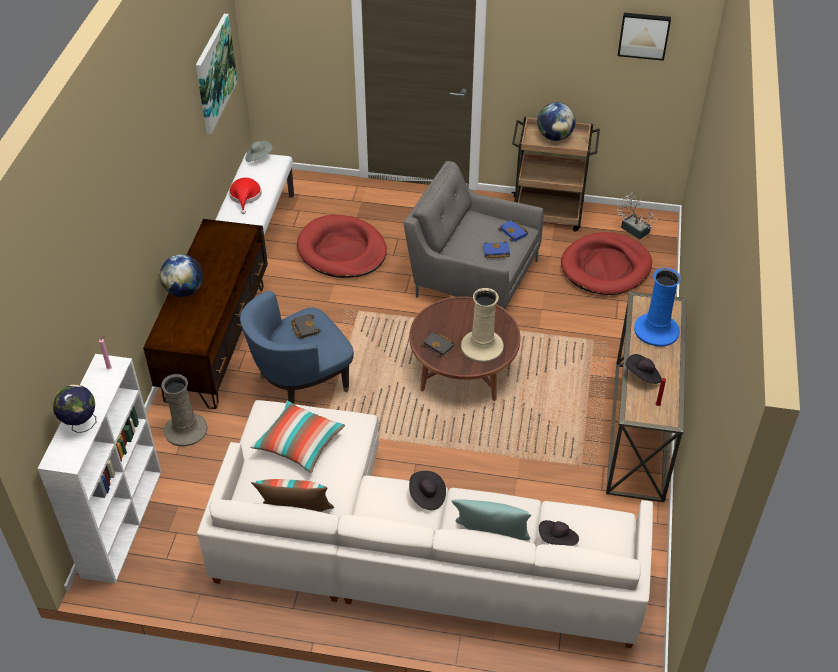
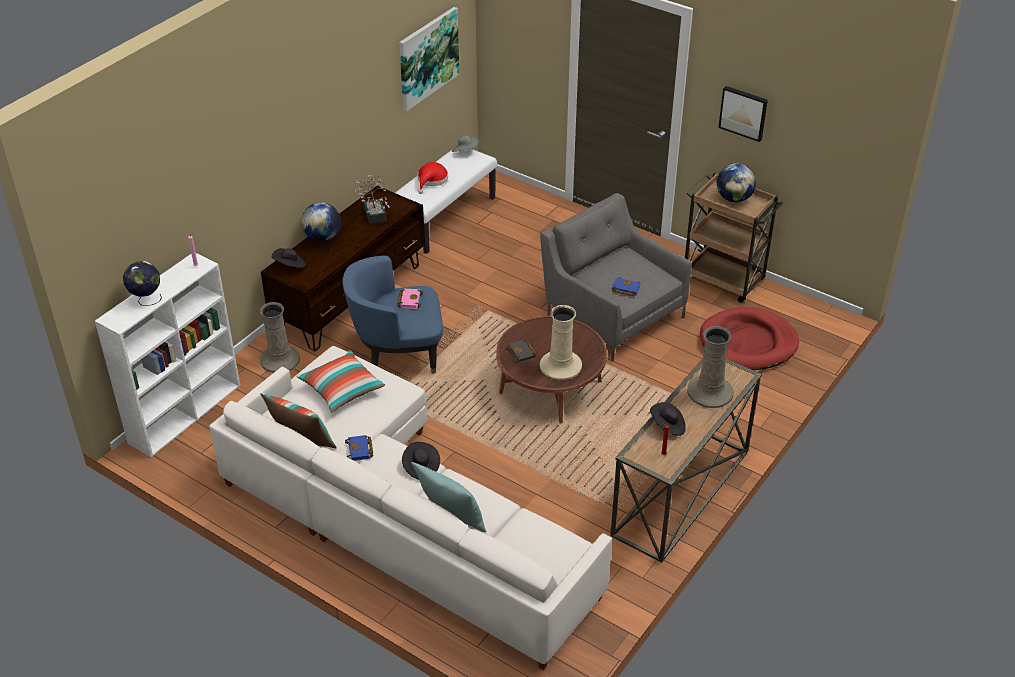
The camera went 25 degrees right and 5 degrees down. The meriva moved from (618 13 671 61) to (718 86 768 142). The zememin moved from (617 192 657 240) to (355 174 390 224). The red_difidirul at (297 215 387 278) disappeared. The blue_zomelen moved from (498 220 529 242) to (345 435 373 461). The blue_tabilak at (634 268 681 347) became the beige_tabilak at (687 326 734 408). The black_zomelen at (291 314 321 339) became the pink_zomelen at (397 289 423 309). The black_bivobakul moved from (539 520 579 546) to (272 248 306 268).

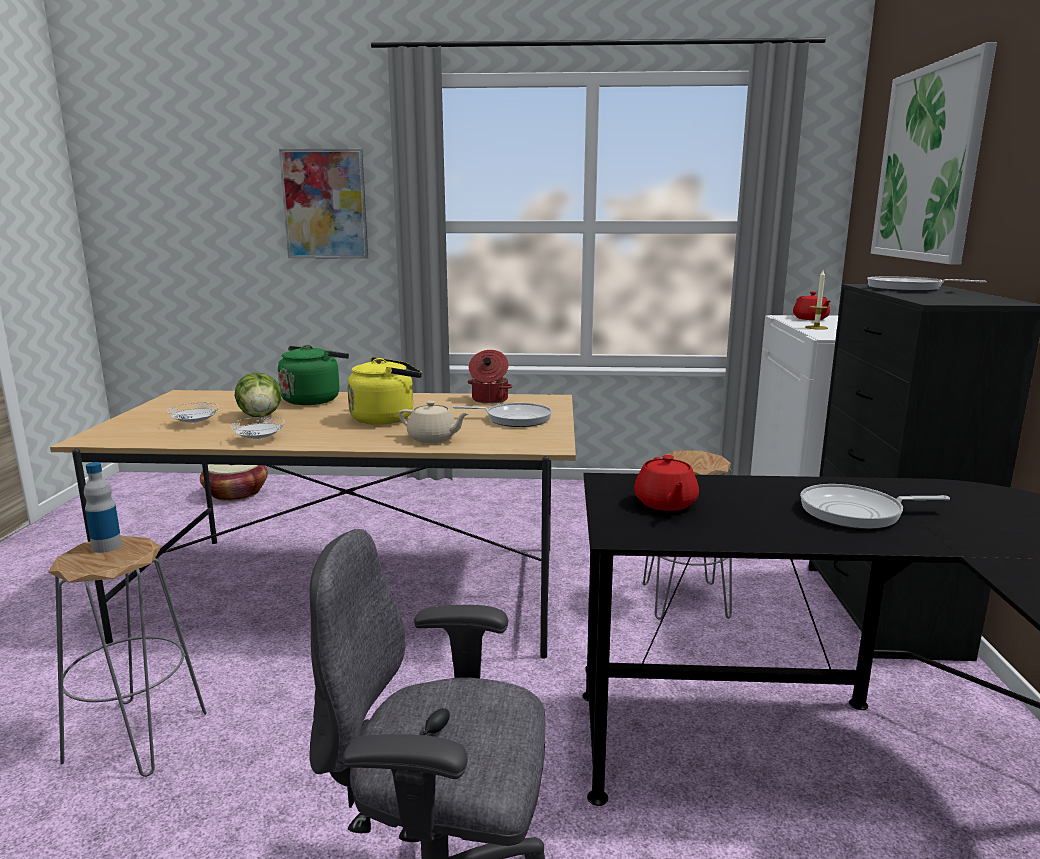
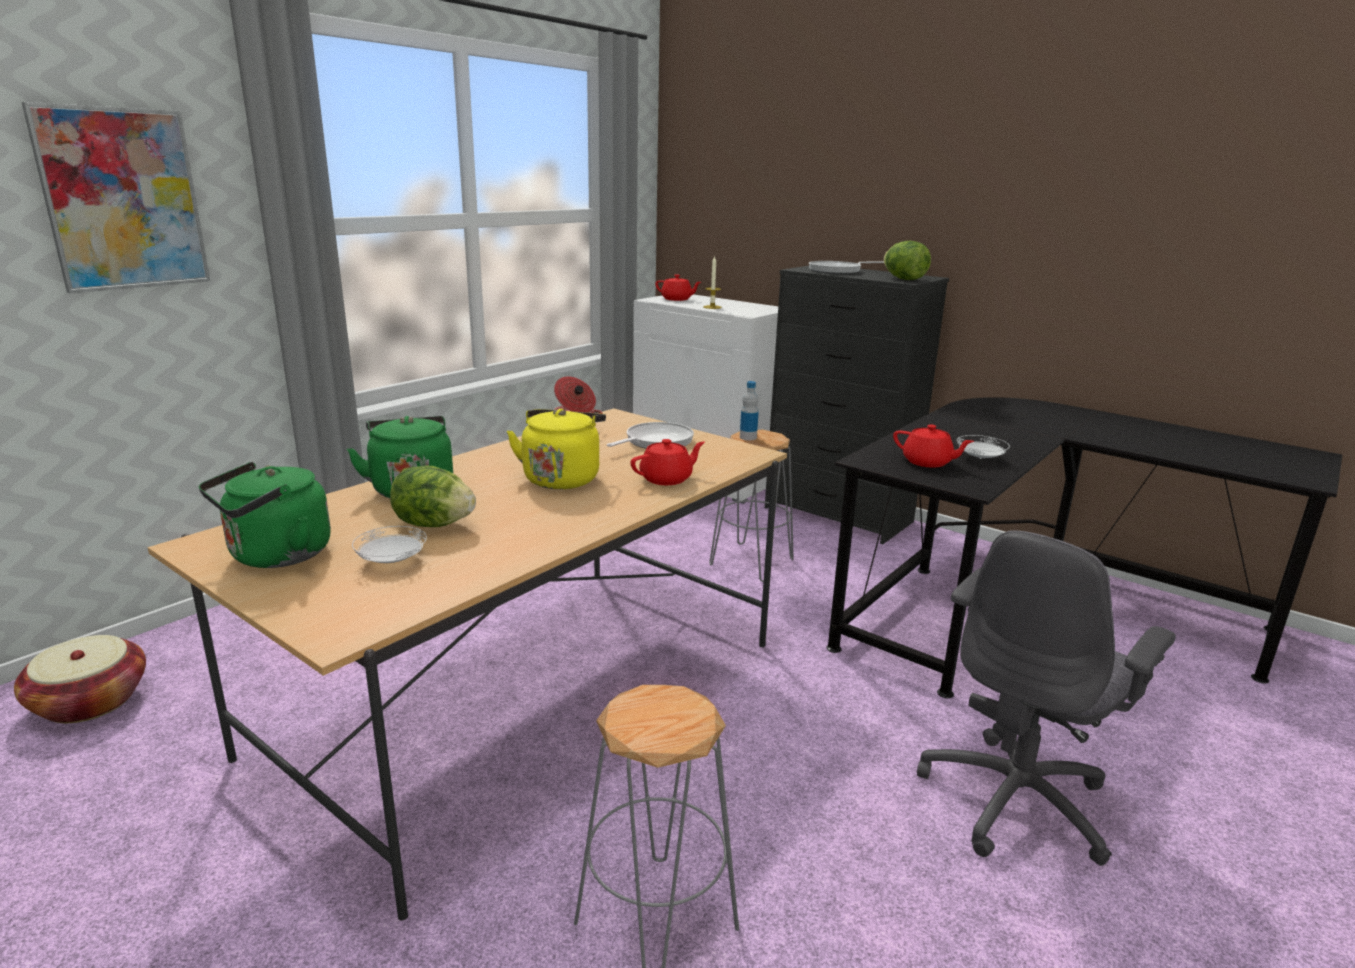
The camera went 55 degrees left and 5 degrees up. The meriva at (871 43 997 265) disappeared. The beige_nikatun at (399 401 469 443) became the red_nikatun at (630 439 705 485). The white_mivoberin moved from (230 417 285 440) to (957 435 1010 459). The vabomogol moved from (84 462 122 553) to (740 381 759 440). The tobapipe at (800 484 950 529) disappeared. The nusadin at (884 241 931 280) appeared. The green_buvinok at (199 462 331 568) appeared.

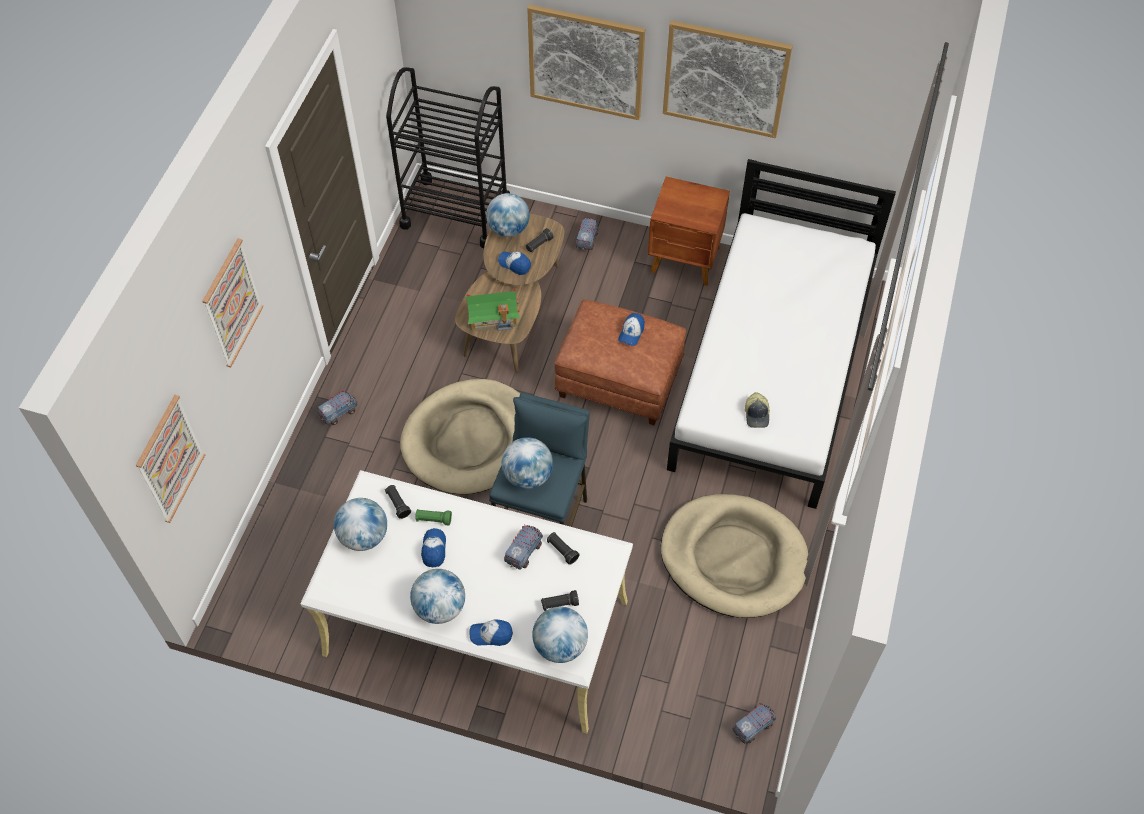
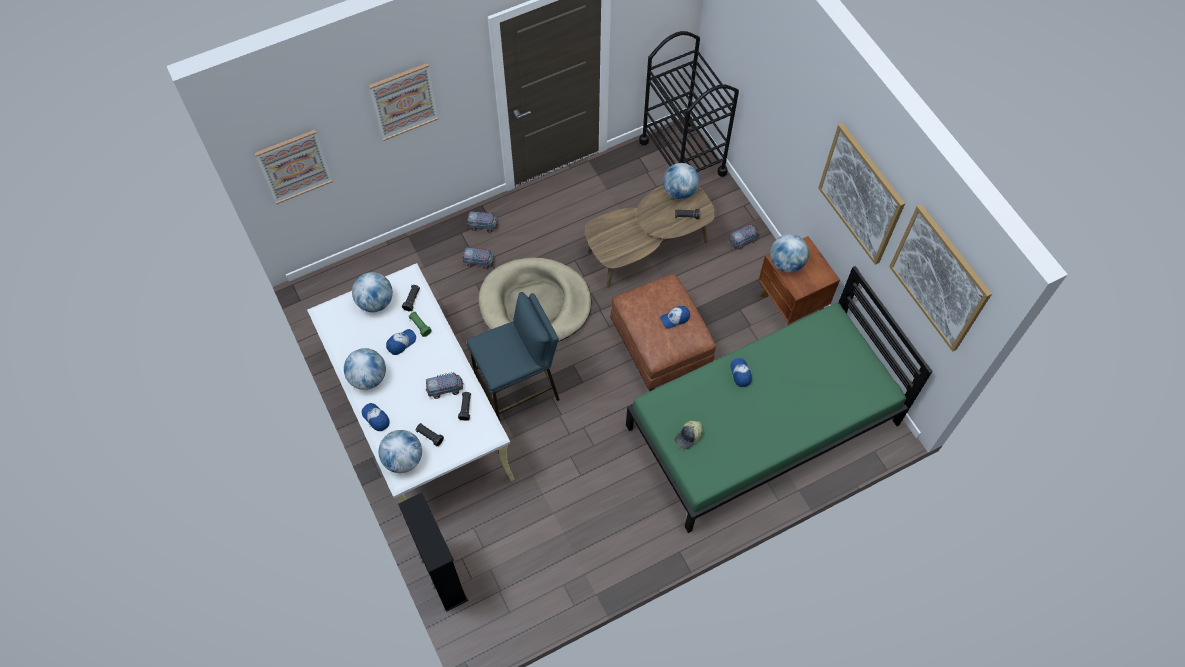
The camera went 45 degrees right and 5 degrees up. The meriva moved from (527 4 645 120) to (889 204 992 351). The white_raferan at (667 159 896 509) became the green_raferan at (626 266 933 533). The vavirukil moved from (498 252 531 275) to (730 358 752 387). The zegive at (464 289 520 331) disappeared. The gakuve moved from (502 437 553 489) to (770 234 809 273). The beige_difidirul at (661 494 808 618) disappeared. The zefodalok moved from (733 703 776 743) to (462 247 495 269). The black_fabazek at (398 493 468 612) appeared.

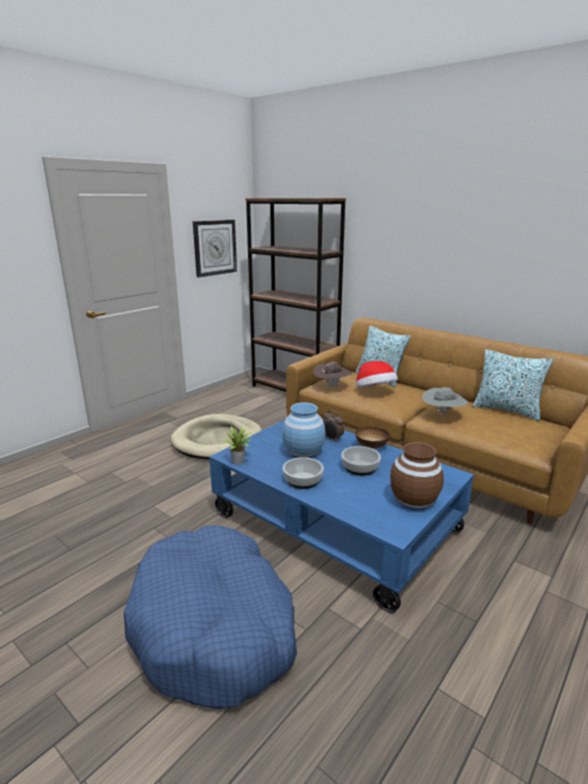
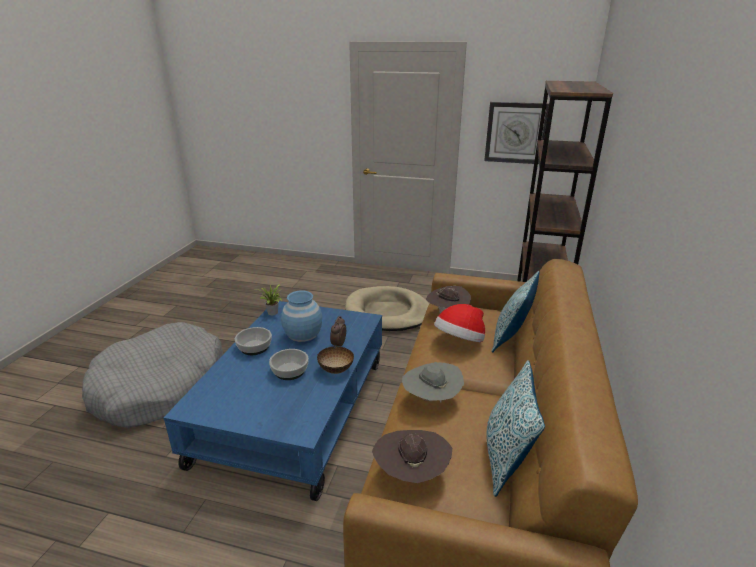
The camera went 65 degrees right and 5 degrees up. The brown_tabilak at (390 442 444 511) disappeared. The blue_difidirul at (124 525 297 709) became the grey_difidirul at (82 322 223 428). The brown_bivobakul at (372 430 452 483) appeared.

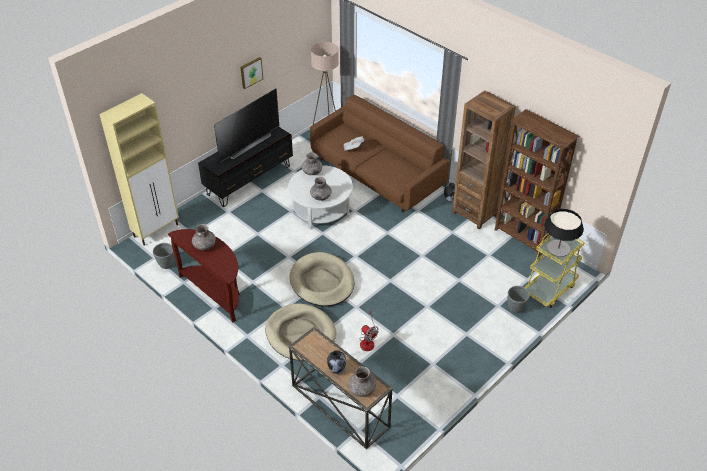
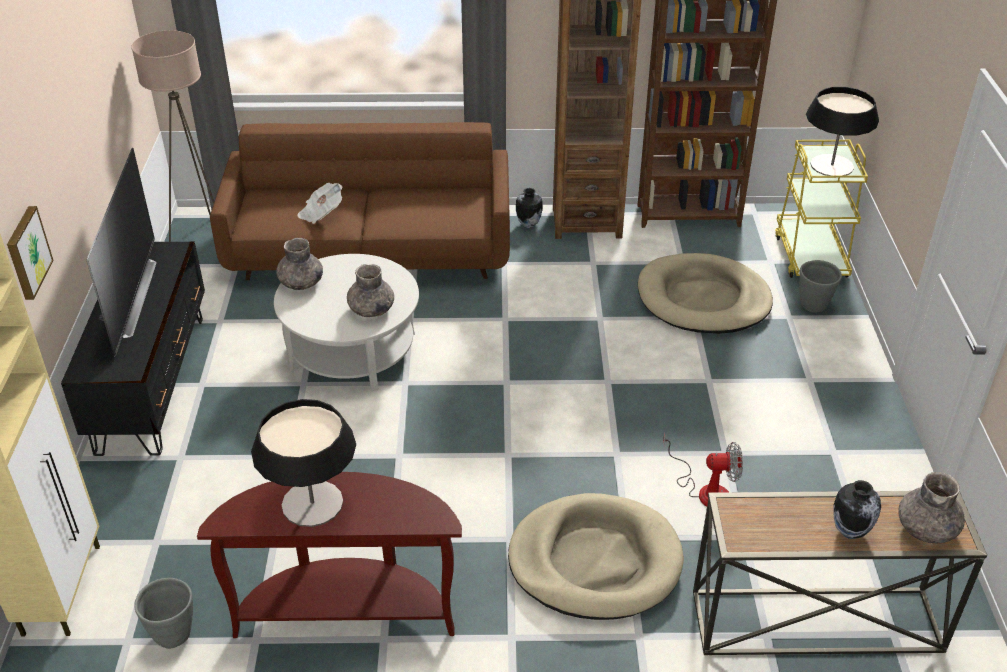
The camera went 45 degrees left and 5 degrees down. The meriva moved from (240 57 263 89) to (7 206 53 300). The grey_tabilak at (192 224 216 250) was replaced by the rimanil at (251 399 356 527). The beige_difidirul moved from (290 252 355 306) to (638 253 773 334).

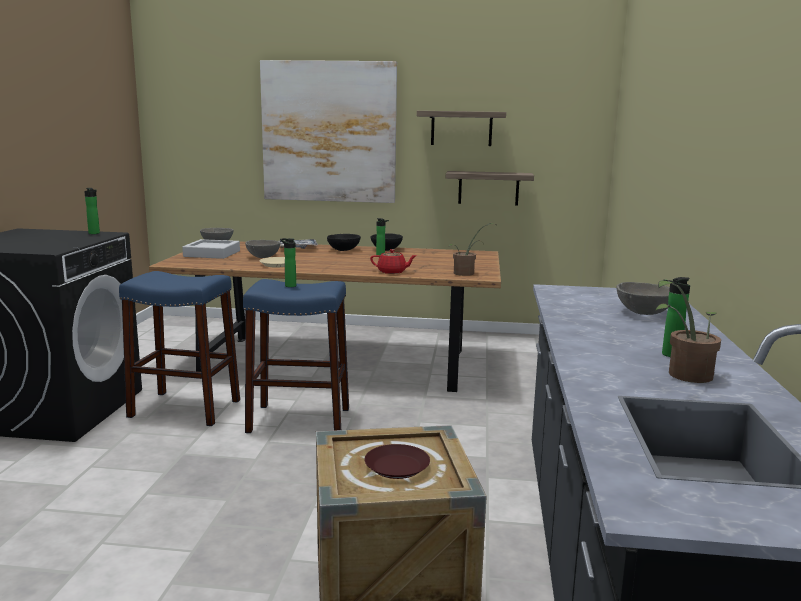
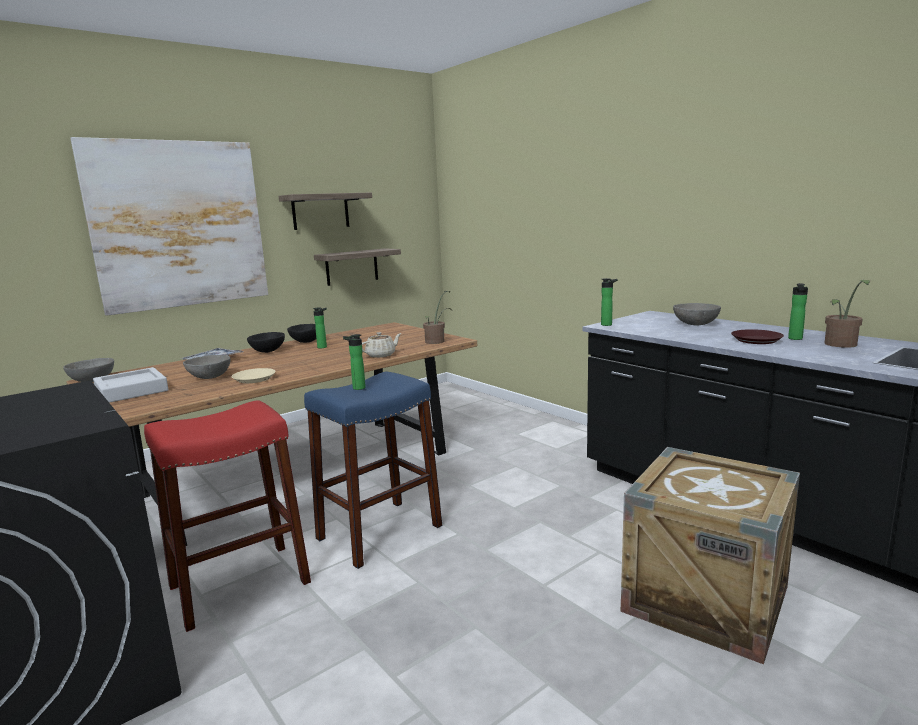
The camera went 45 degrees left and 0 degrees up. The vabomogol moved from (84 188 100 234) to (601 278 618 326). The red_nikatun at (370 249 417 274) became the beige_nikatun at (362 332 401 358). The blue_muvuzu at (119 271 240 426) became the red_muvuzu at (144 400 311 632). The brown_mivoberin moved from (364 444 430 479) to (731 329 784 344).

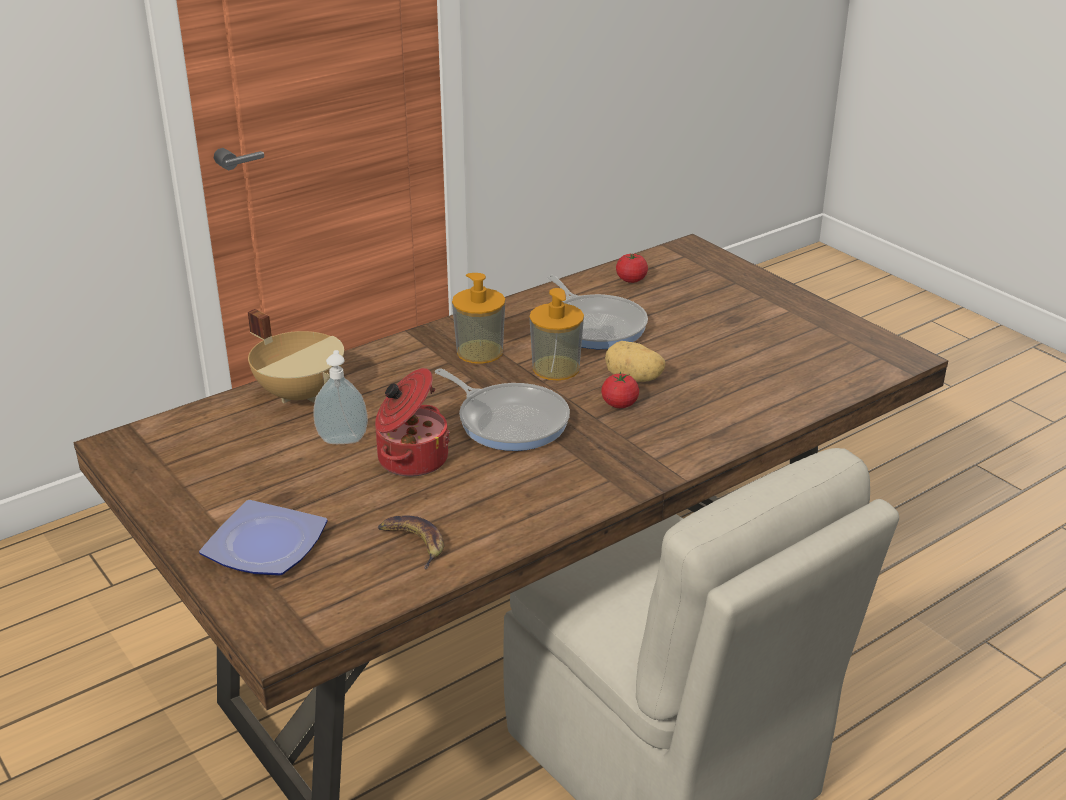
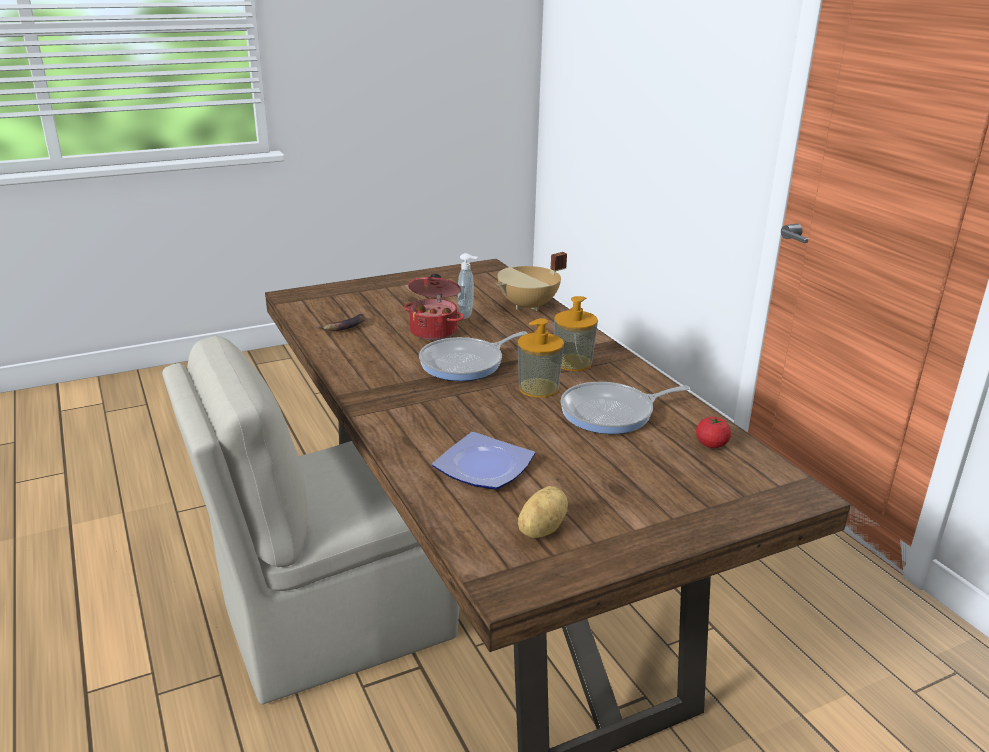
The camera went 100 degrees right and 5 degrees down. The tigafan moved from (605 341 665 382) to (518 486 568 538). The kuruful at (601 372 639 408) disappeared. The mivoberin moved from (199 500 328 576) to (432 432 535 490).

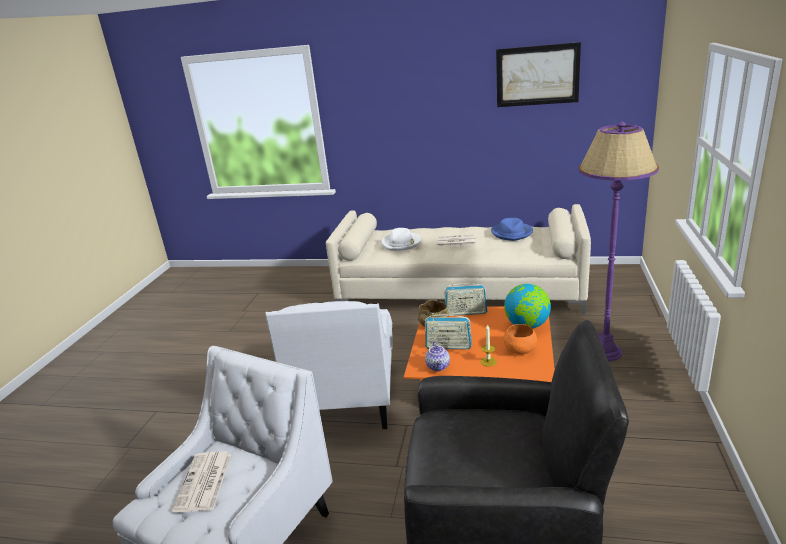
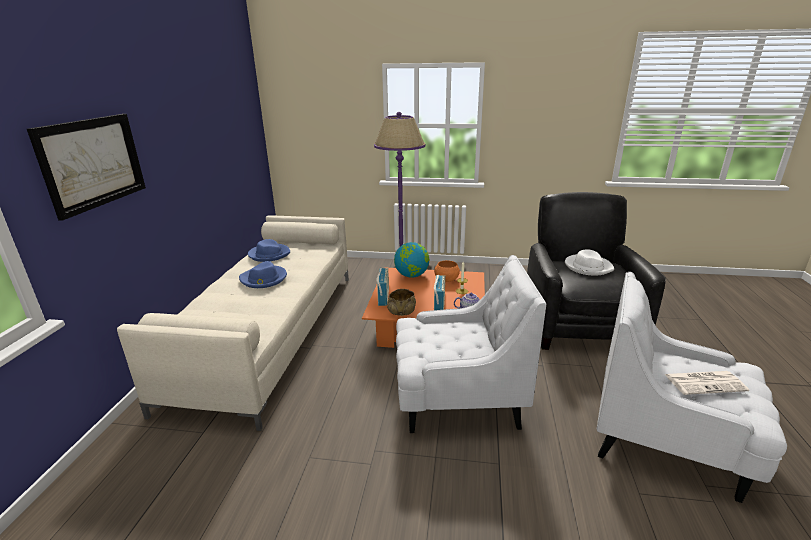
The camera went 95 degrees left and 0 degrees up. The meriva moved from (496 42 581 107) to (27 114 146 221). The white_bivobakul moved from (382 228 422 251) to (565 249 614 276). The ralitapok at (437 234 476 246) was replaced by the blue_bivobakul at (239 261 287 288).

